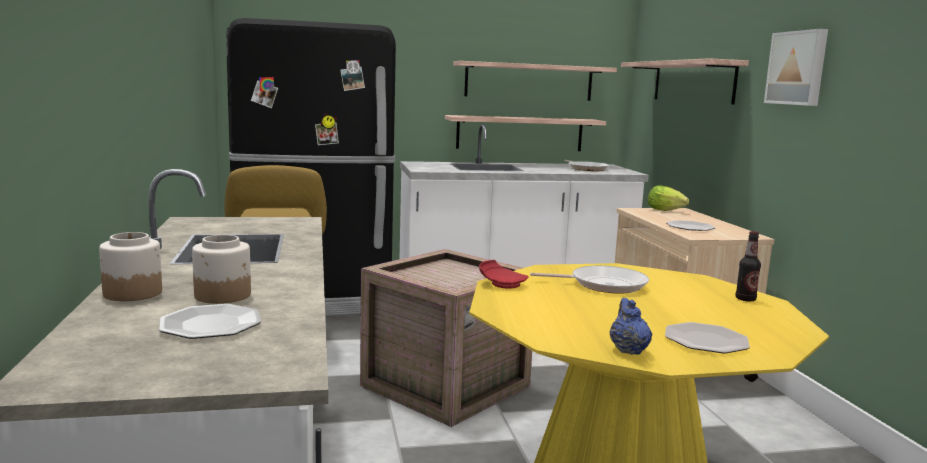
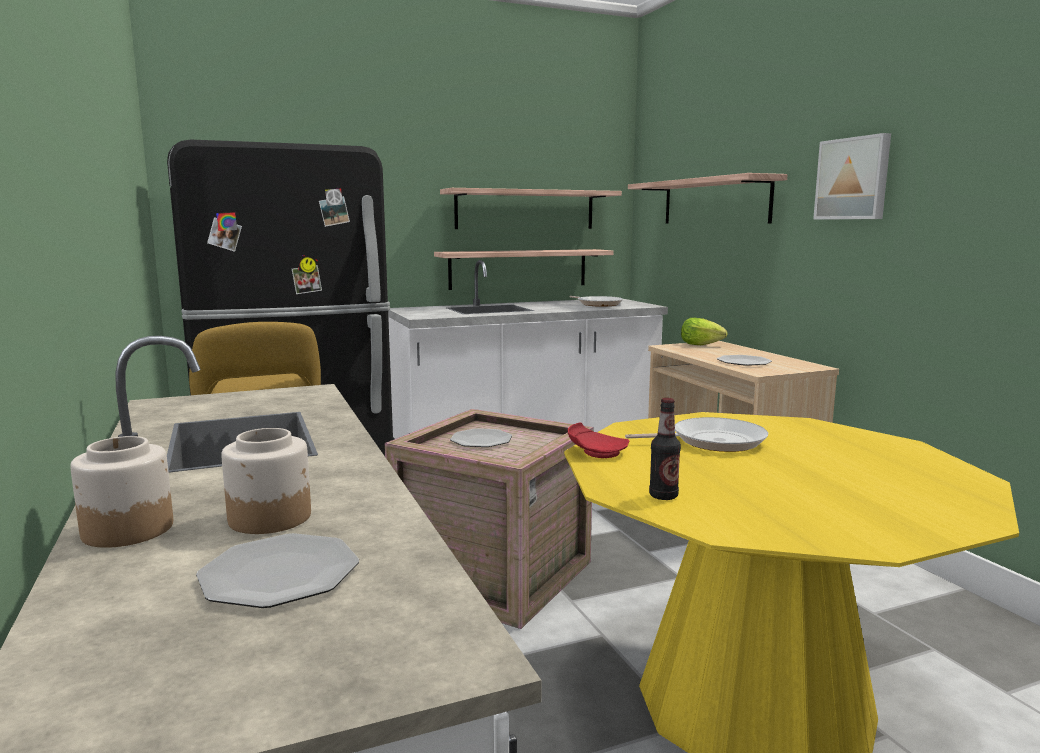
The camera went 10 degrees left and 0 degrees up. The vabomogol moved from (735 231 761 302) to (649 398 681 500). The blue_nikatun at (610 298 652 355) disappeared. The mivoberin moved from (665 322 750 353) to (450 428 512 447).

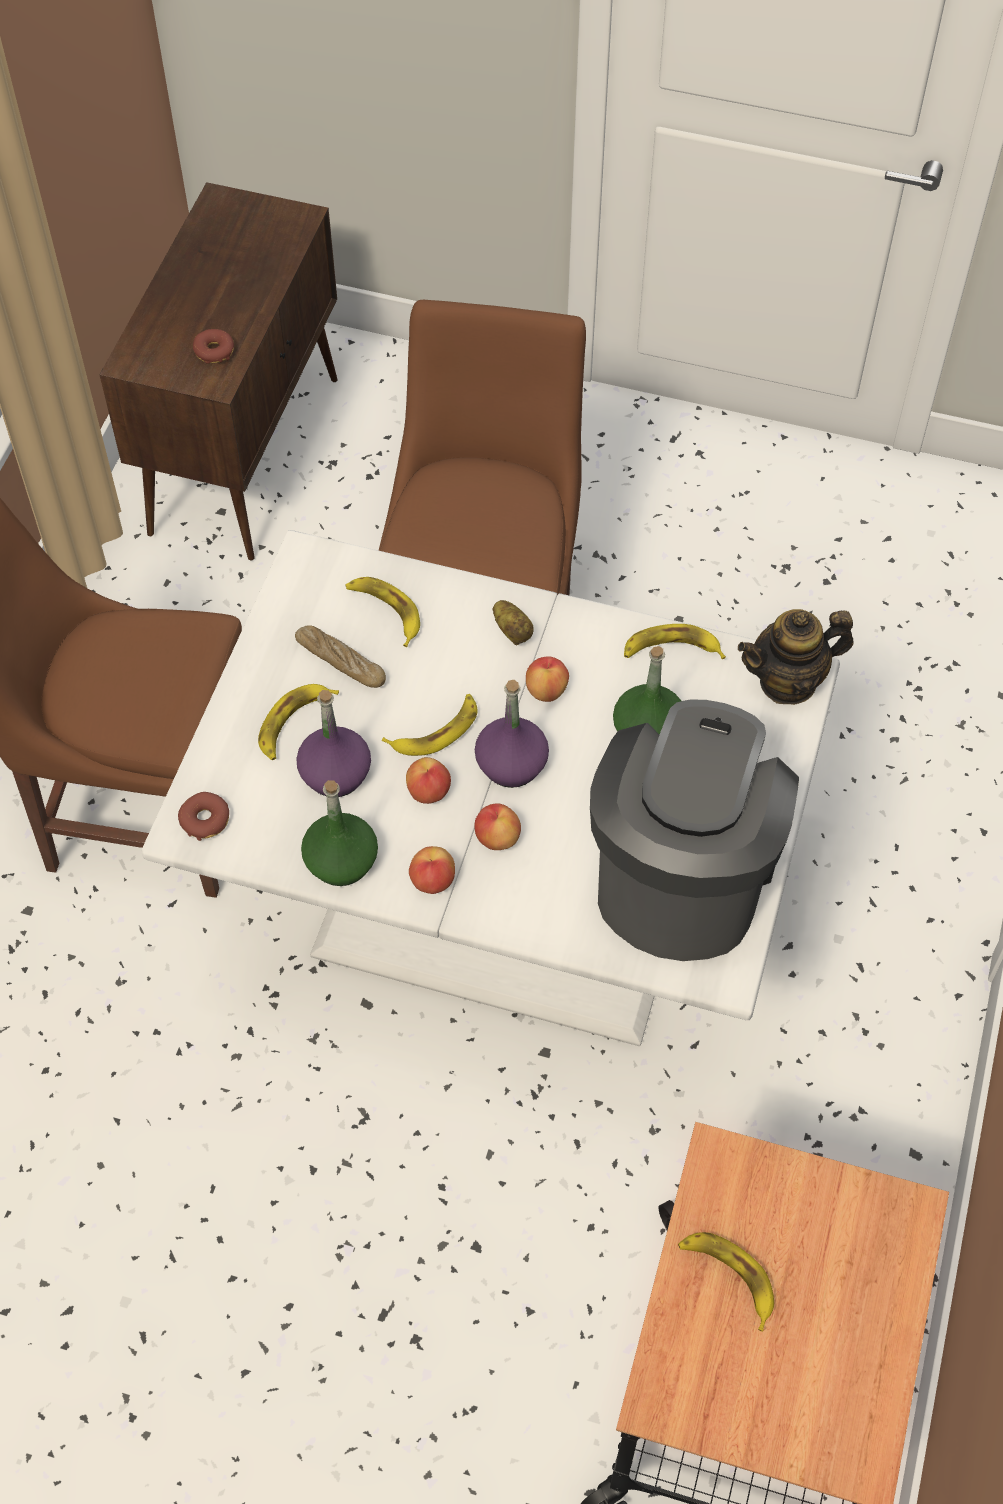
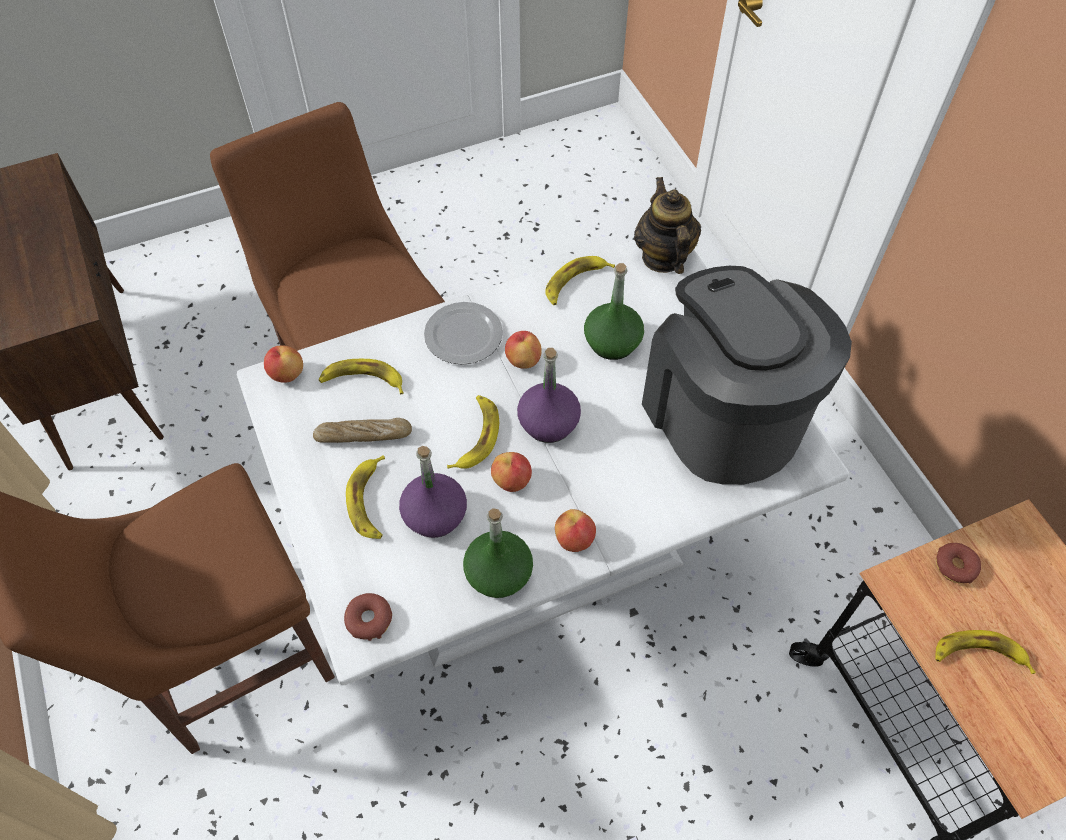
The camera went 40 degrees left and 0 degrees up. The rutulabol moved from (193 329 234 363) to (936 543 981 584). The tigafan at (492 600 534 645) was replaced by the mivoberin at (424 302 503 365). The nikatun at (738 609 854 705) turned 135 degrees clockwise. The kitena moved from (474 803 521 850) to (264 345 303 382).

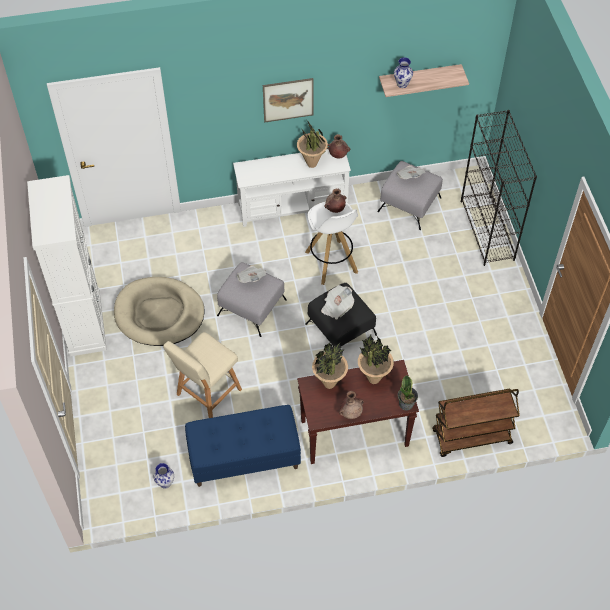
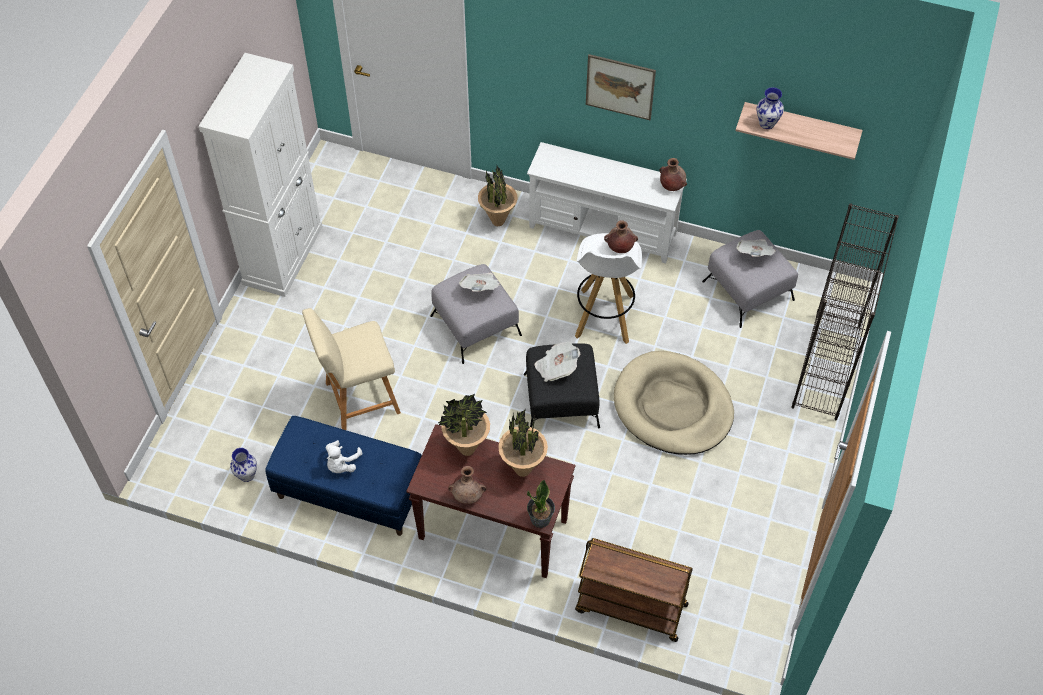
The camera went 30 degrees right and 0 degrees up. The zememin moved from (297 121 328 168) to (478 166 518 226). The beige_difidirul moved from (114 277 205 346) to (614 351 734 455). The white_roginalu at (326 440 362 473) appeared.

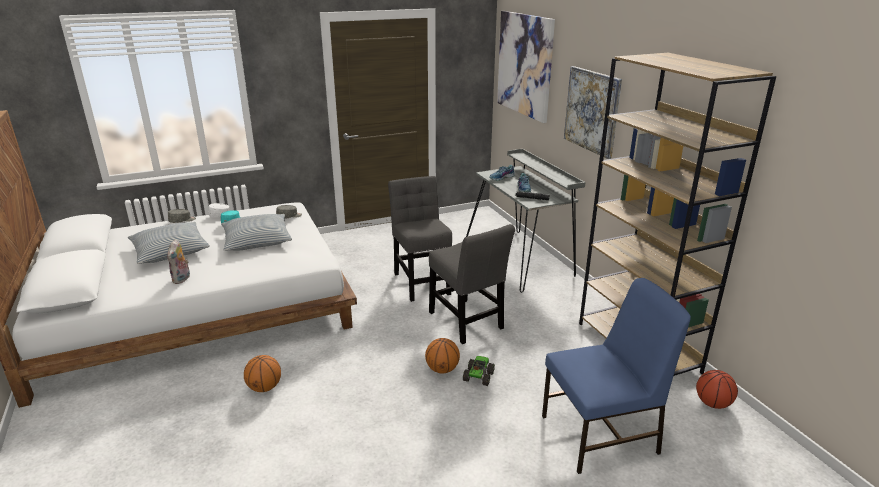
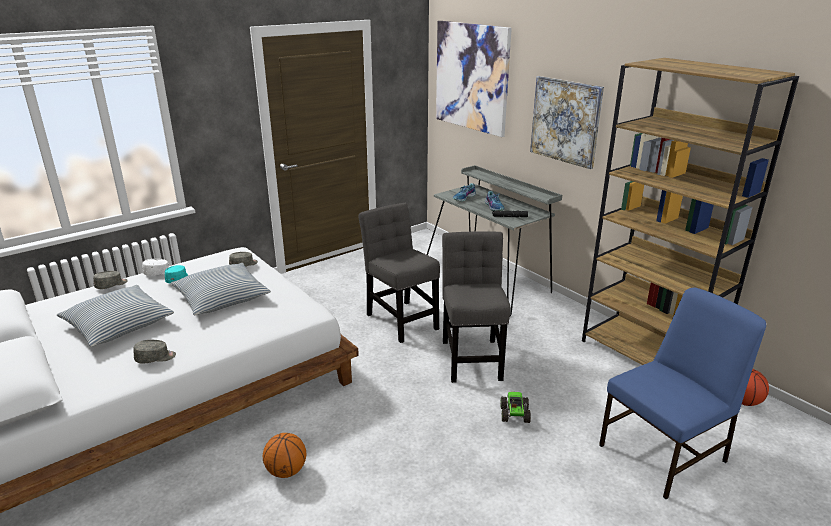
The camera went 15 degrees left and 0 degrees up. The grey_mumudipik at (429 224 515 344) turned 135 degrees counterclockwise. The roginalu at (167 239 190 284) was replaced by the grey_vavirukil at (133 340 176 363). The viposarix at (425 338 460 374) disappeared.

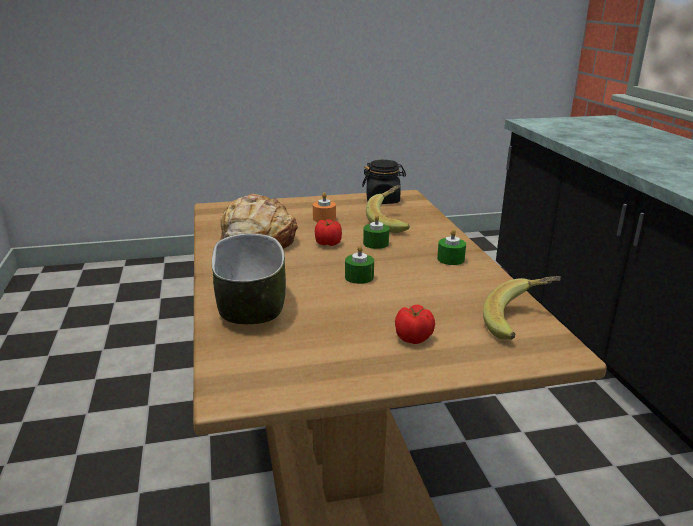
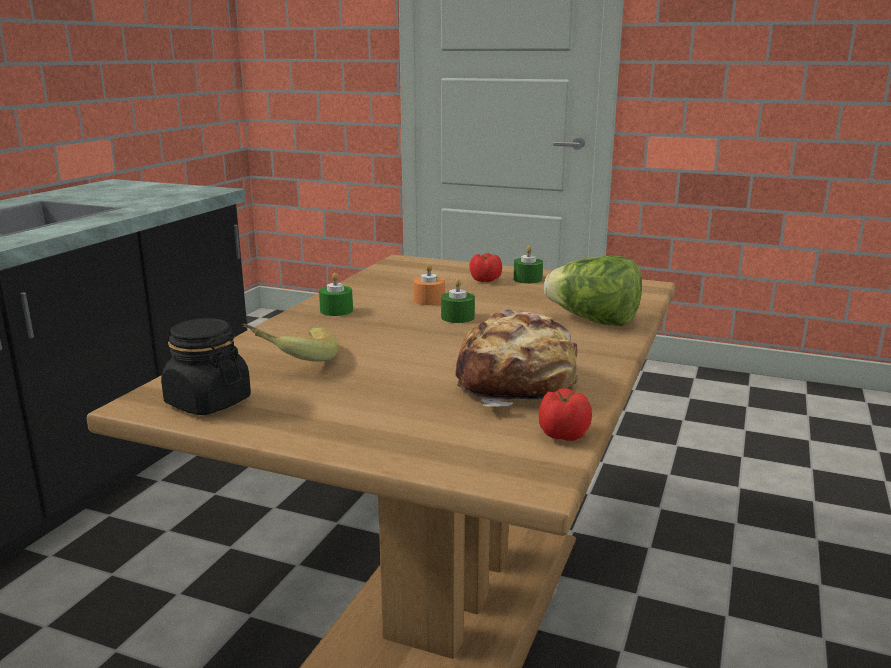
The camera went 145 degrees left and 5 degrees down. The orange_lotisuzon moved from (313 192 336 222) to (413 264 445 305). The green_lotisuzon moved from (363 215 389 249) to (513 246 543 284). The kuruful moved from (315 219 342 246) to (539 388 592 441). The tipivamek at (212 233 286 324) was replaced by the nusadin at (544 256 642 326). The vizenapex at (483 276 561 340) disappeared.

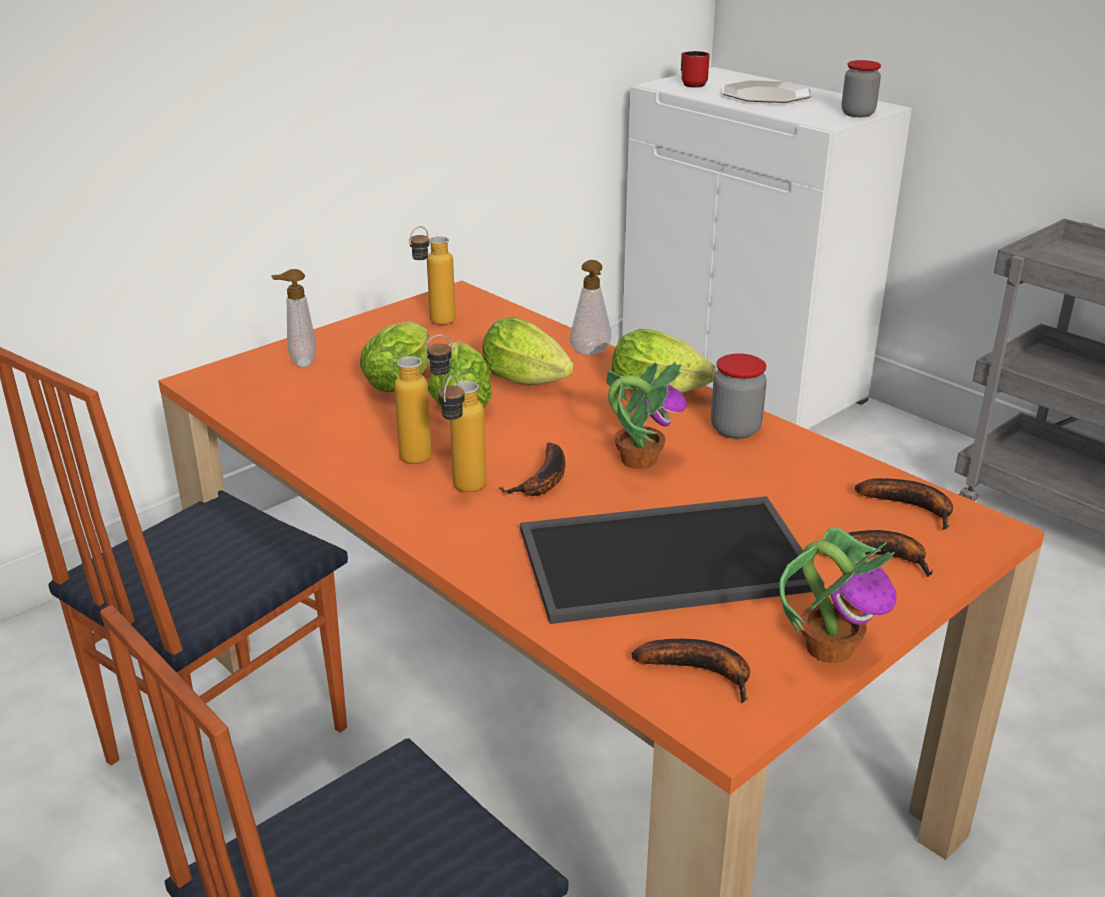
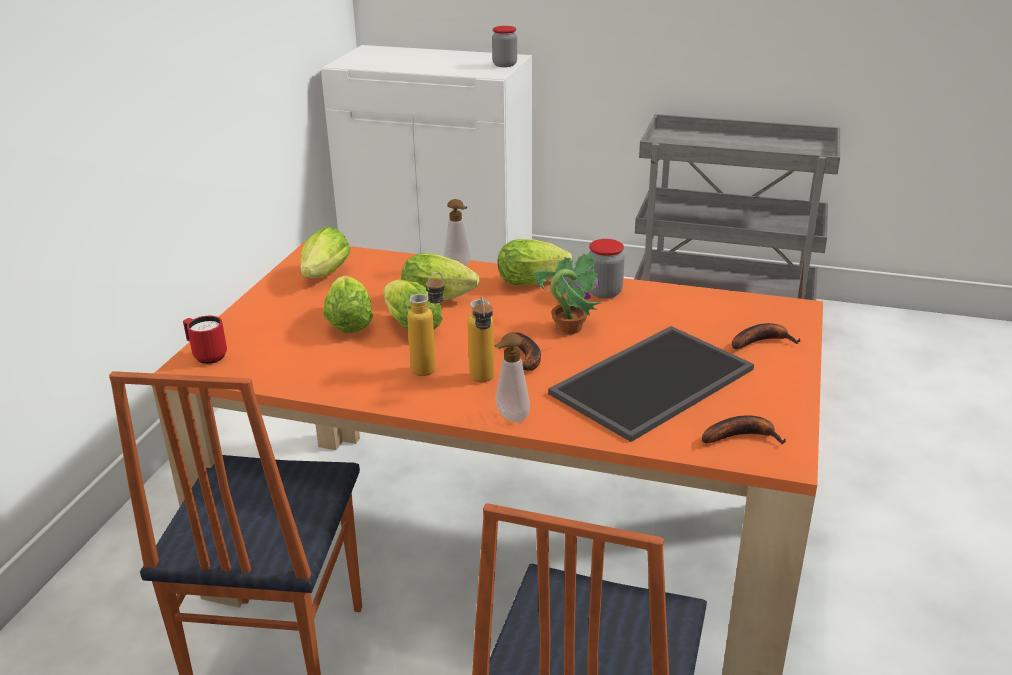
The camera went 30 degrees left and 0 degrees up. The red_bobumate moved from (681 51 710 88) to (183 316 227 364). The mivoberin at (722 80 811 103) disappeared. The vabomogol at (409 226 456 325) was replaced by the nusadin at (300 227 350 278). The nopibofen moved from (271 269 317 367) to (494 333 530 422). The vizenapex at (855 478 953 530) disappeared. The zememin at (779 528 897 663) disappeared.

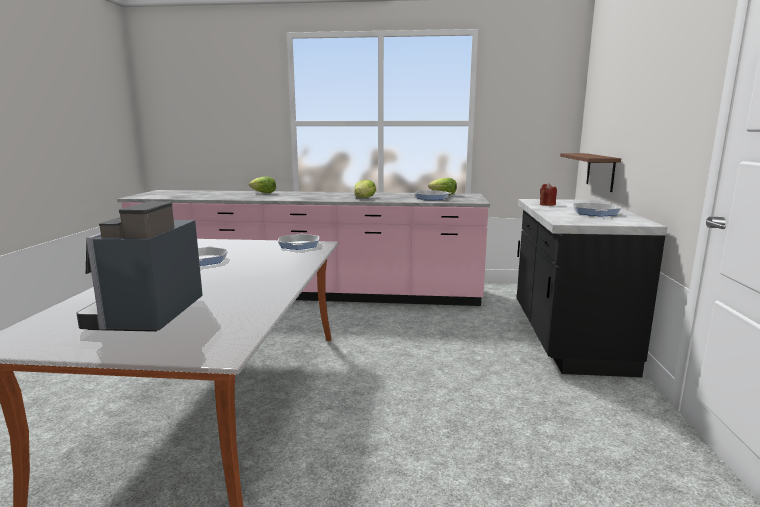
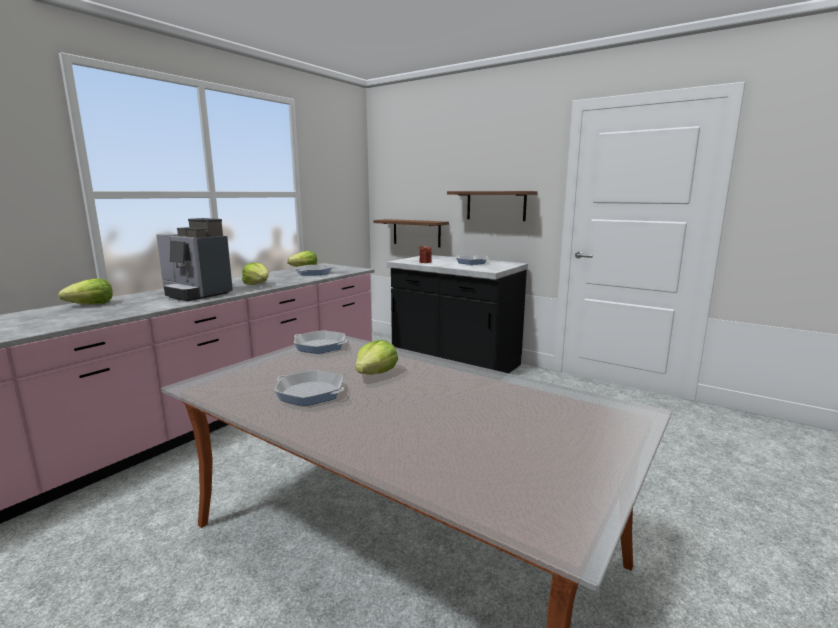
The camera went 60 degrees left and 0 degrees up. The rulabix moved from (77 202 203 332) to (156 218 233 301). The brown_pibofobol at (447 191 538 221) appeared. The nusadin at (355 340 398 375) appeared.

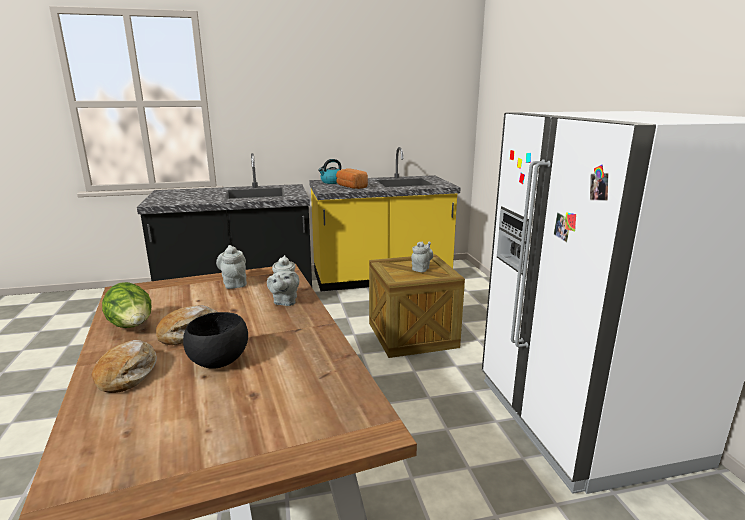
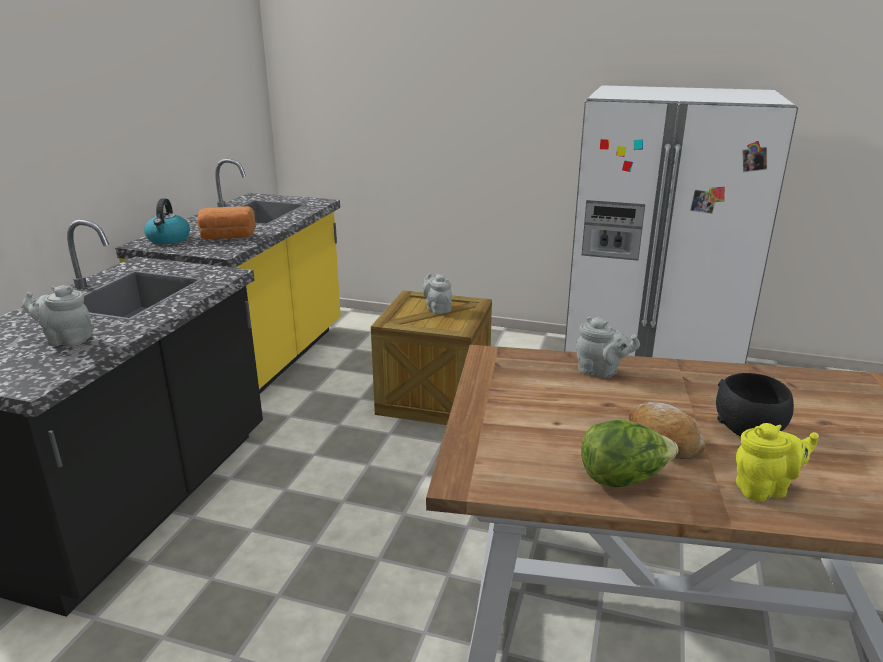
The camera went 60 degrees left and 5 degrees up. The grey_nikatun moved from (216 245 247 289) to (23 285 92 346). The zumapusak at (92 340 157 393) was replaced by the yellow_nikatun at (736 423 819 501).

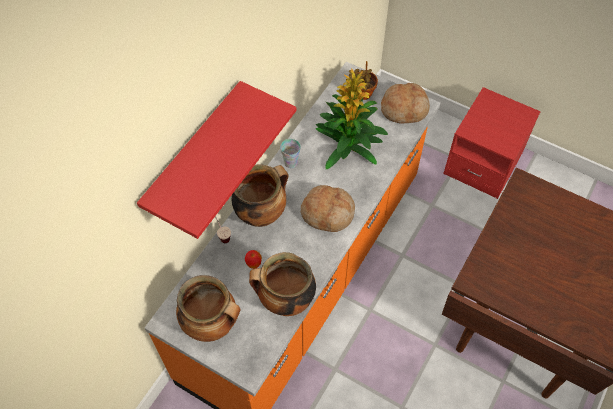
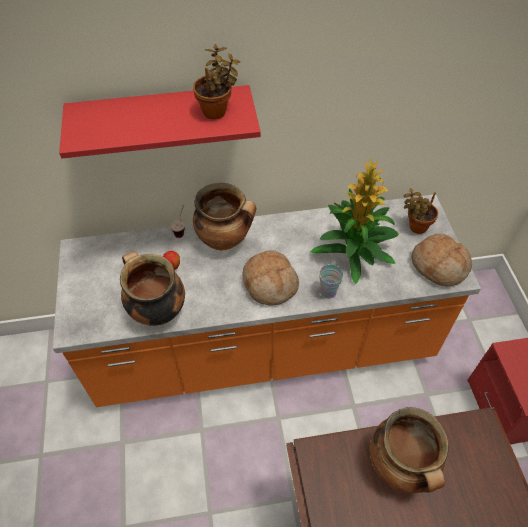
The camera went 50 degrees right and 5 degrees down. The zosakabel moved from (280 139 301 168) to (319 264 343 299). The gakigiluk moved from (176 275 241 342) to (369 407 449 493). The zememin at (193 44 240 119) appeared.

